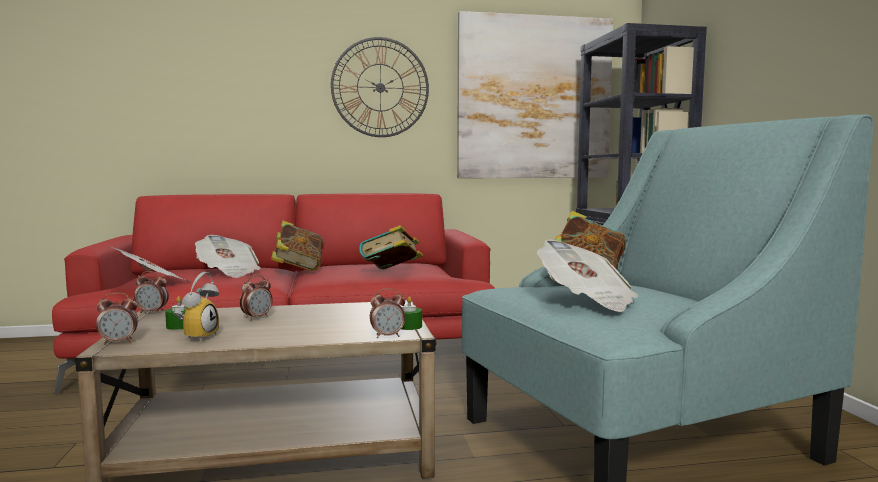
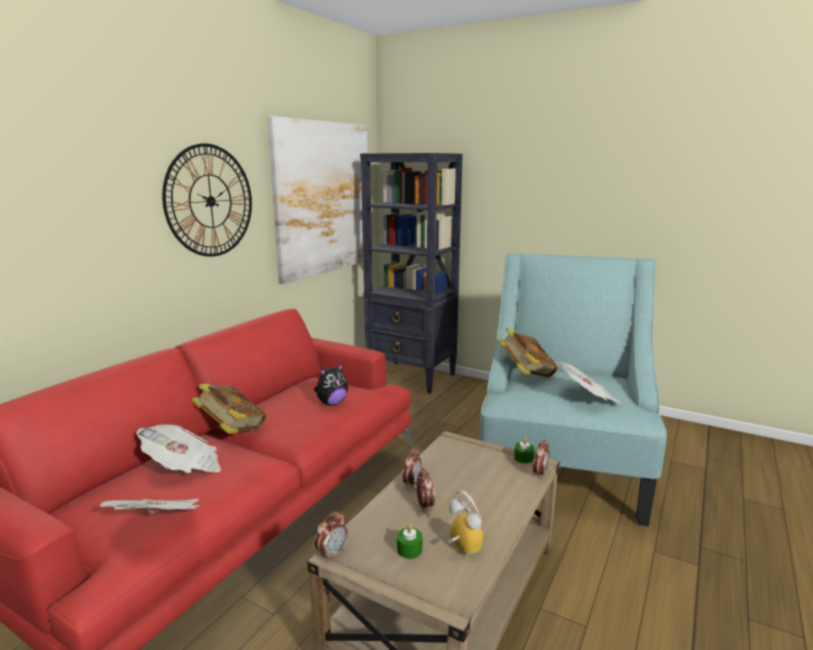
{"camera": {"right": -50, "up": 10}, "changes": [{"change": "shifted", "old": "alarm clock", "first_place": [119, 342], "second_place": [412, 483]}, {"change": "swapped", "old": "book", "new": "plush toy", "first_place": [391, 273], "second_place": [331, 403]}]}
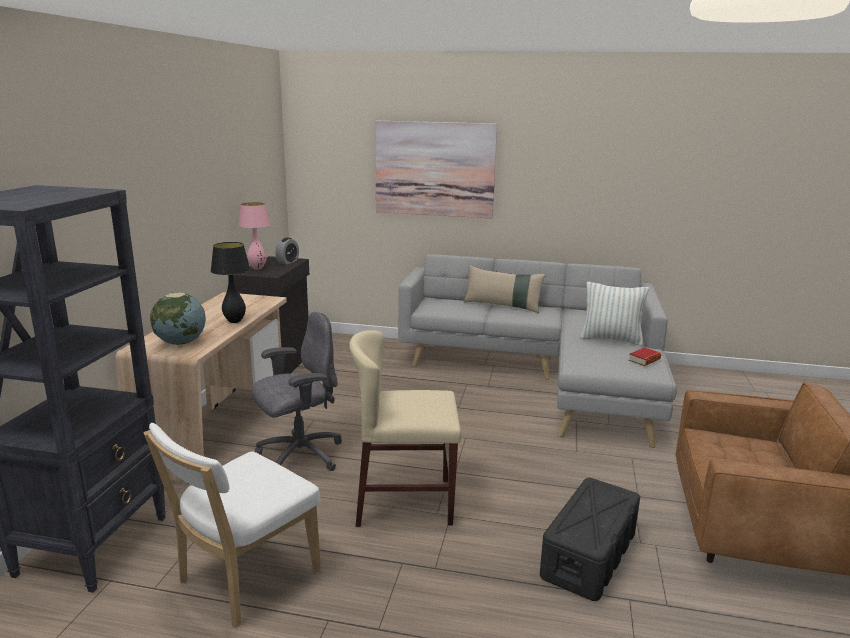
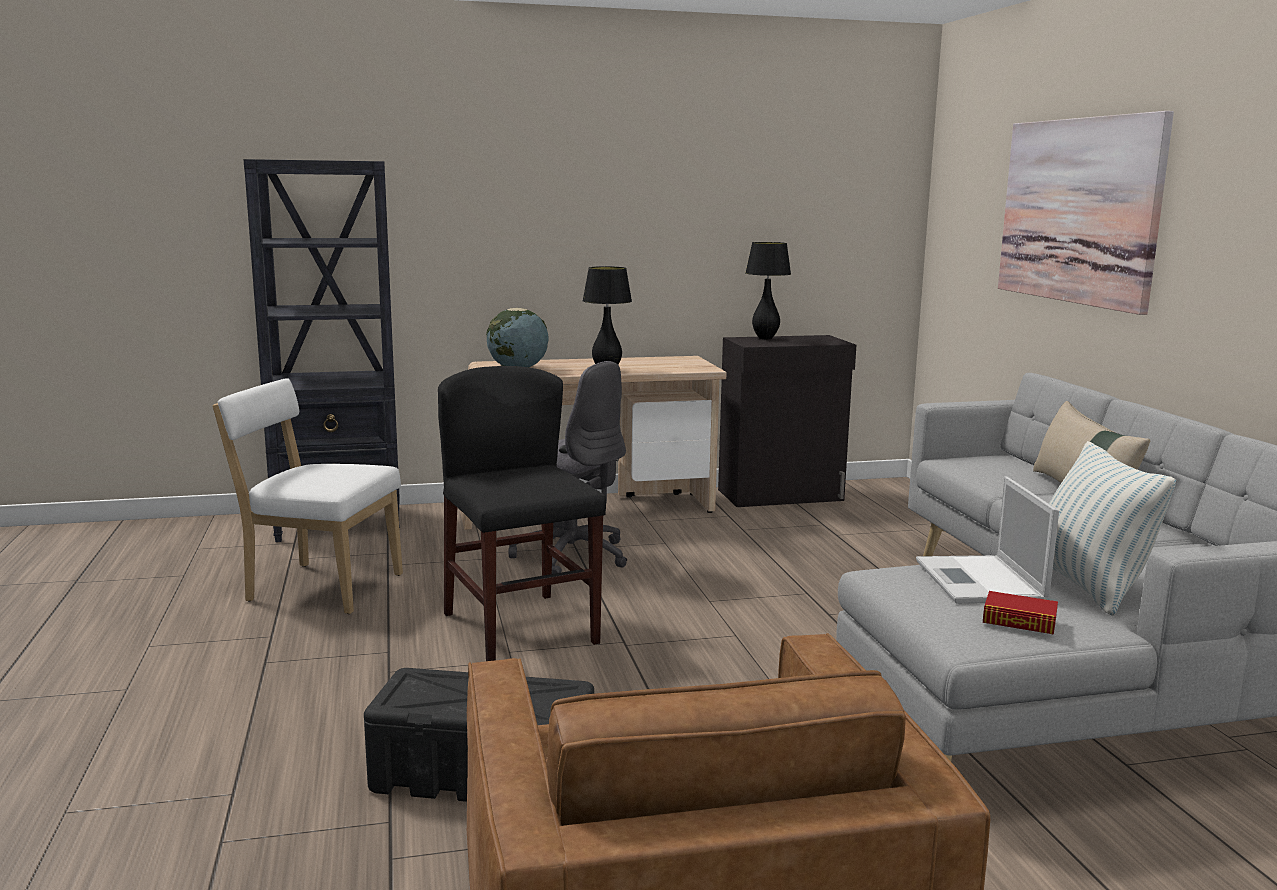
{"camera": {"right": 65, "up": -5}, "changes": [{"change": "repainted", "old": "pink table lamp", "new": "black table lamp", "first_place": [257, 268], "second_place": [765, 338]}, {"change": "gone", "old": "alarm clock", "first_place": [287, 262]}, {"change": "repainted", "old": "beige chair", "new": "black chair", "first_place": [404, 501], "second_place": [520, 628]}, {"change": "new", "new": "laptop", "second_place": [981, 581]}]}
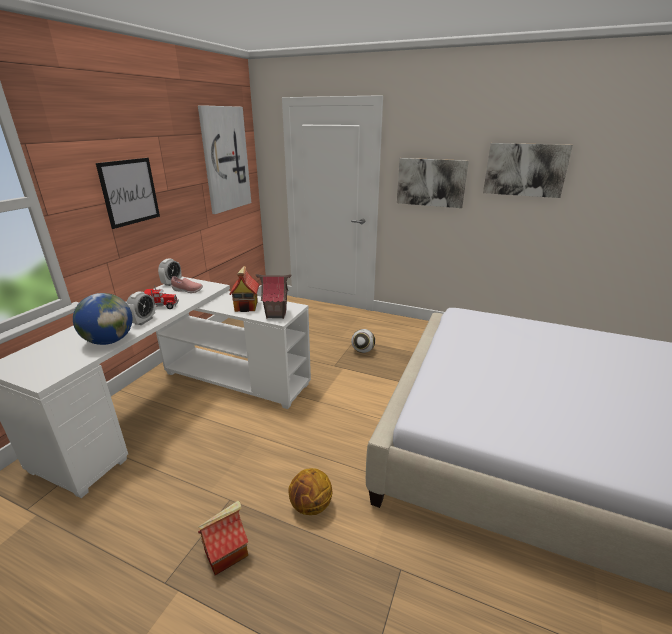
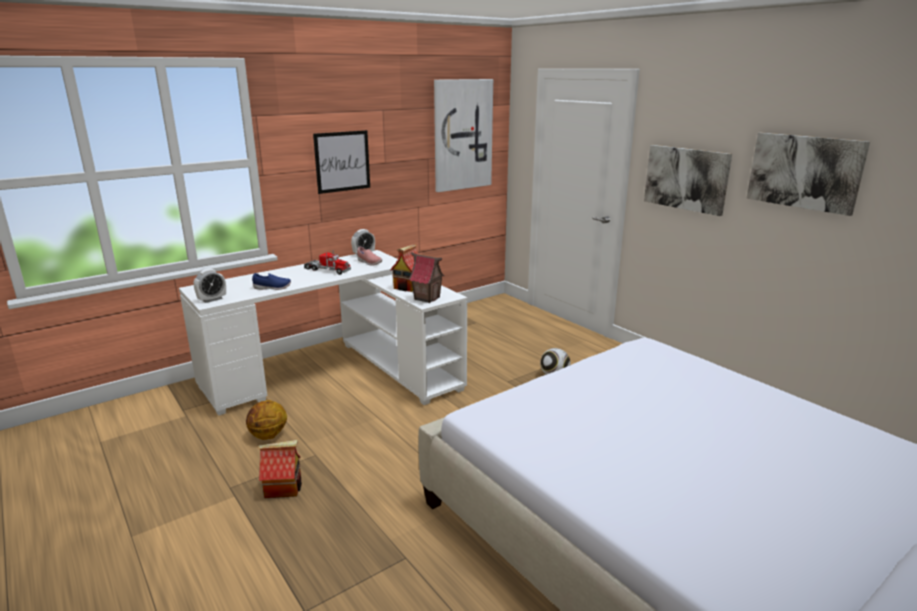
{"camera": {"right": 30, "up": -5}, "changes": [{"change": "swapped", "old": "globe", "new": "blue shoe", "first_place": [109, 341], "second_place": [272, 288]}, {"change": "shifted", "old": "alarm clock", "first_place": [143, 321], "second_place": [212, 299]}, {"change": "shifted", "old": "basketball", "first_place": [311, 506], "second_place": [268, 436]}]}
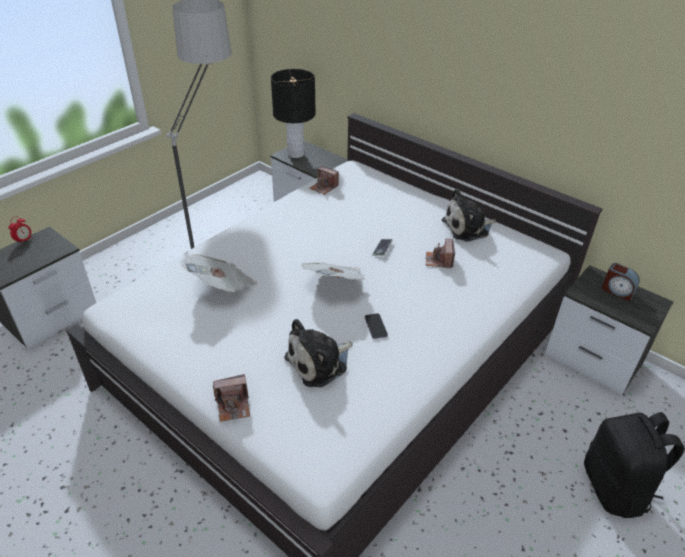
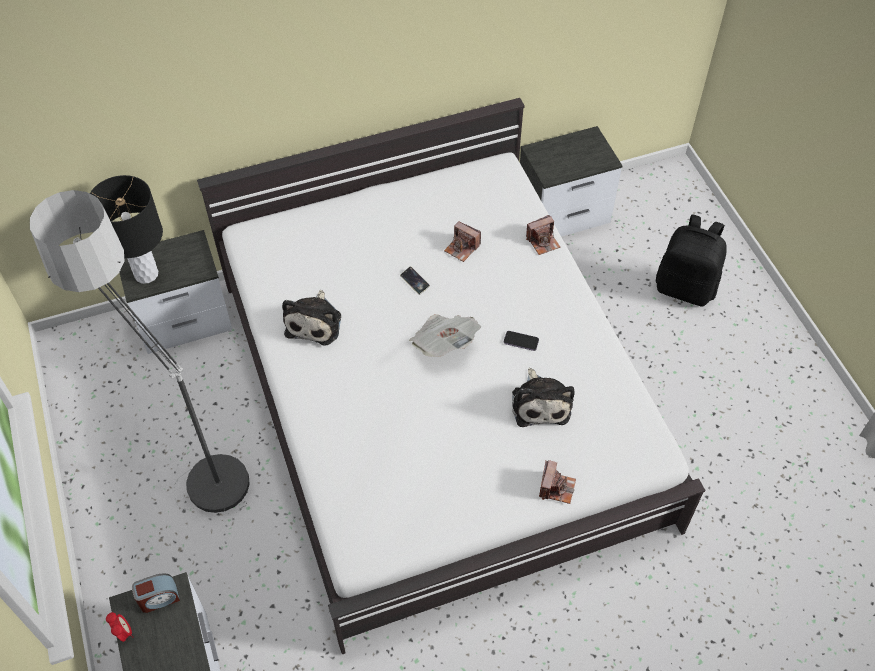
{"camera": {"right": -60, "up": 15}, "changes": [{"change": "gone", "old": "newspaper", "first_place": [222, 287]}, {"change": "shifted", "old": "photo camera", "first_place": [324, 187], "second_place": [543, 242]}, {"change": "shifted", "old": "plush toy", "first_place": [468, 228], "second_place": [315, 322]}, {"change": "shifted", "old": "alarm clock", "first_place": [617, 291], "second_place": [159, 598]}]}
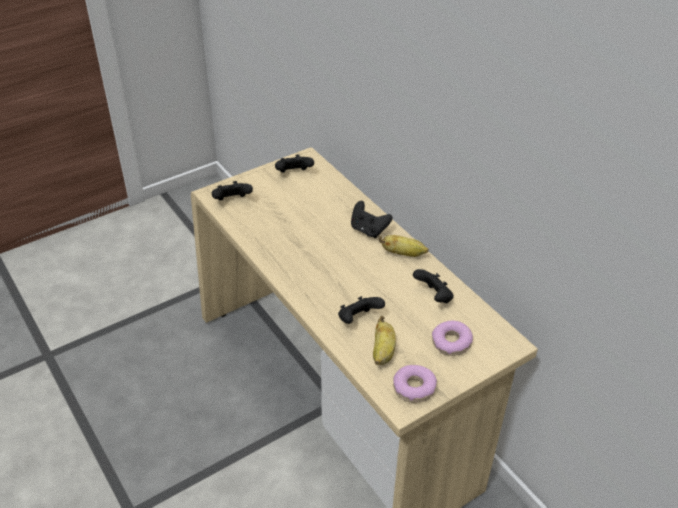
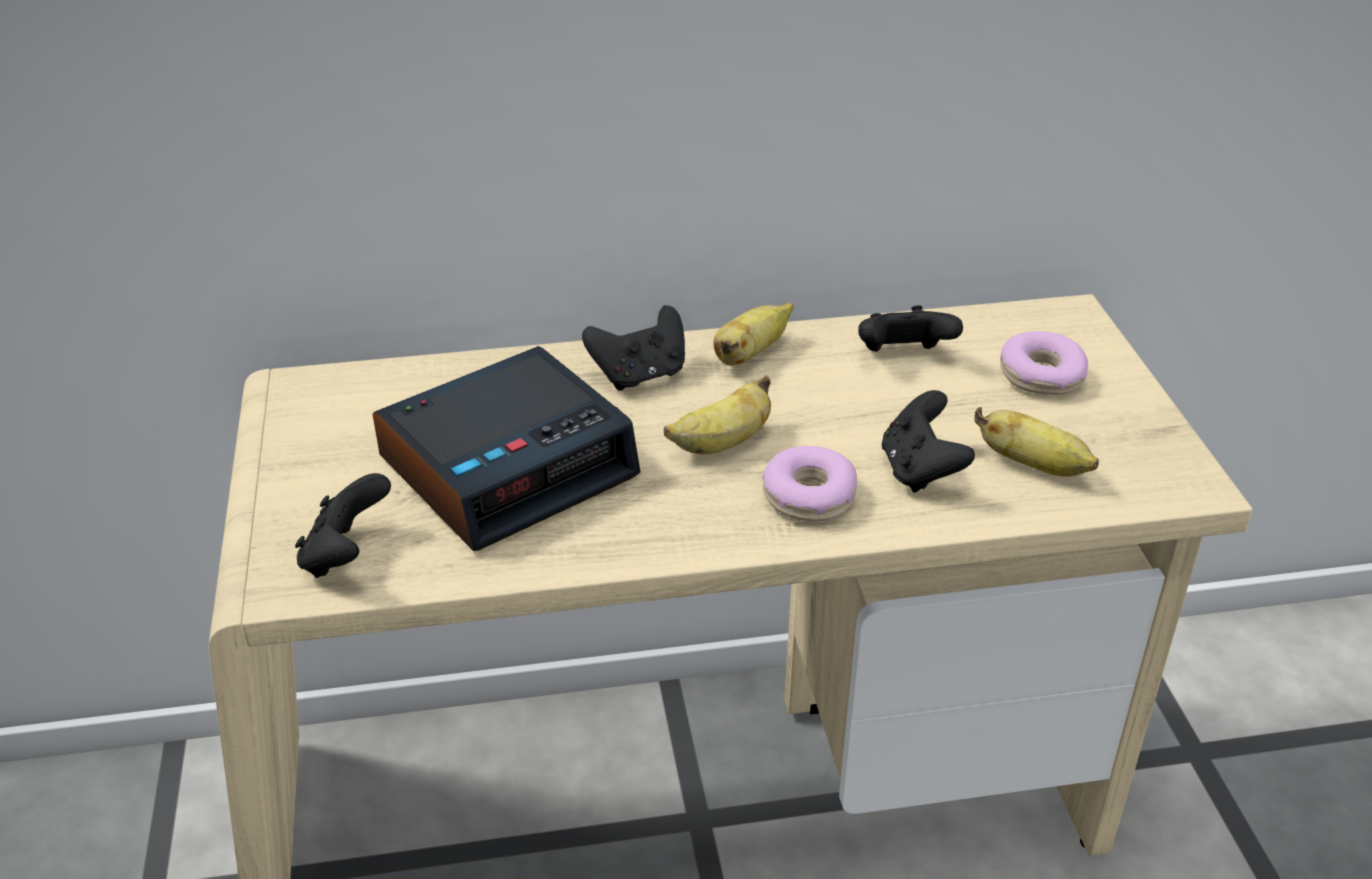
{"camera": {"right": -65, "up": -5}, "changes": [{"change": "gone", "old": "black game controller", "first_place": [294, 174]}, {"change": "shifted", "old": "donut", "first_place": [414, 388], "second_place": [809, 496]}, {"change": "new", "new": "alarm clock", "second_place": [509, 465]}, {"change": "new", "new": "banana", "second_place": [721, 443]}]}
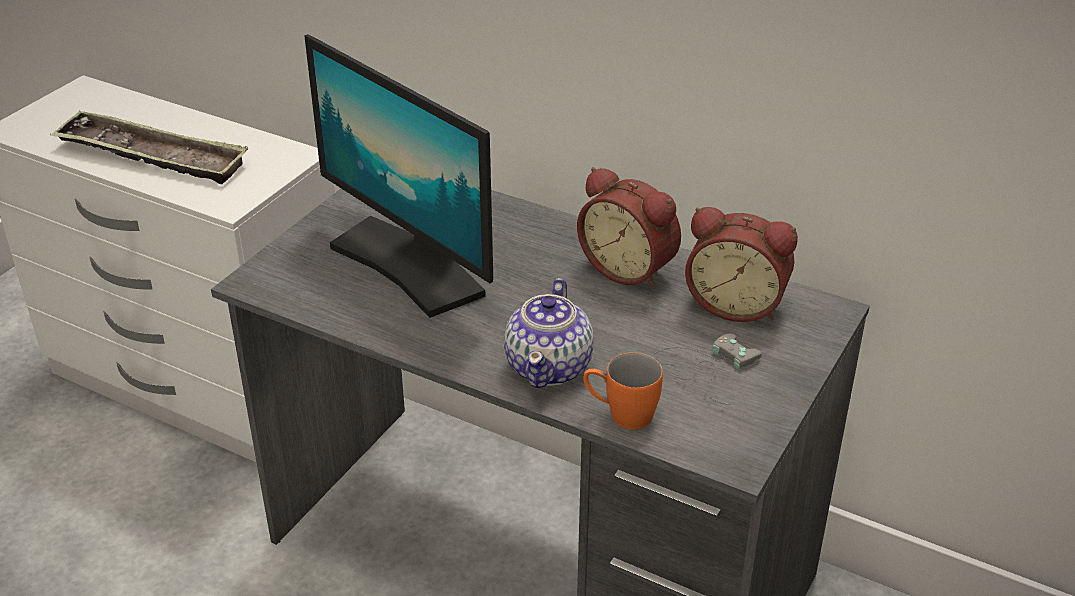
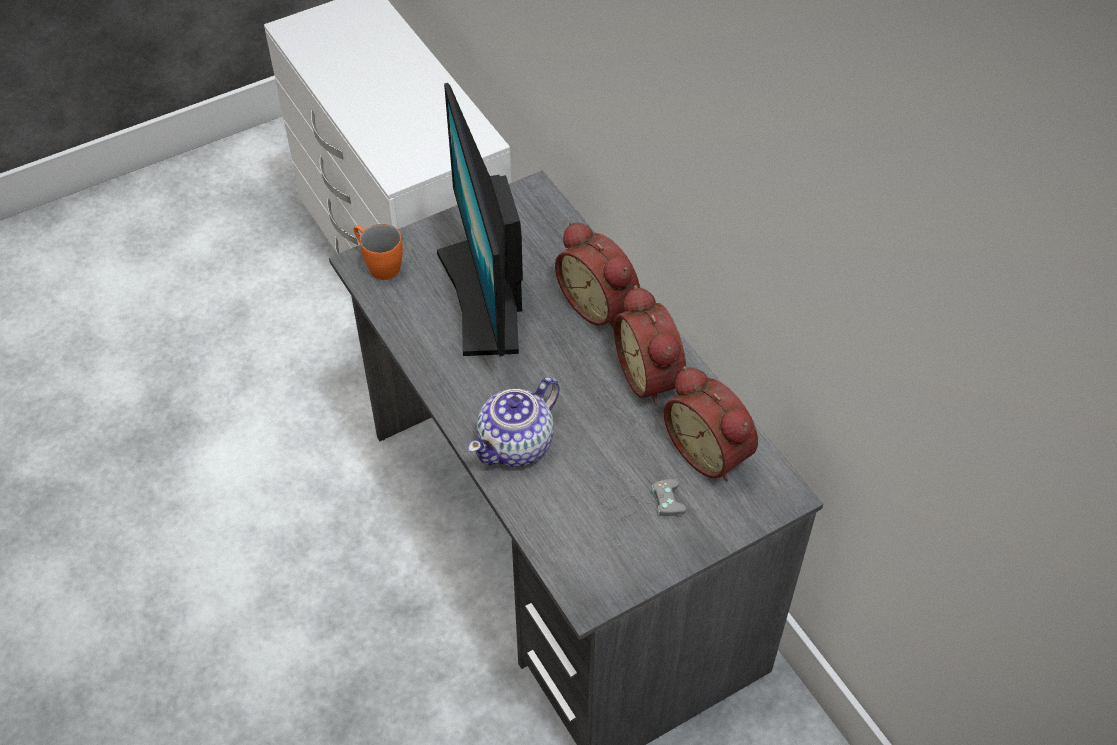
{"camera": {"right": 30, "up": 15}, "changes": [{"change": "gone", "old": "tray", "first_place": [152, 156]}, {"change": "shifted", "old": "orange mug", "first_place": [620, 414], "second_place": [379, 265]}, {"change": "new", "new": "alarm clock", "second_place": [600, 304]}]}
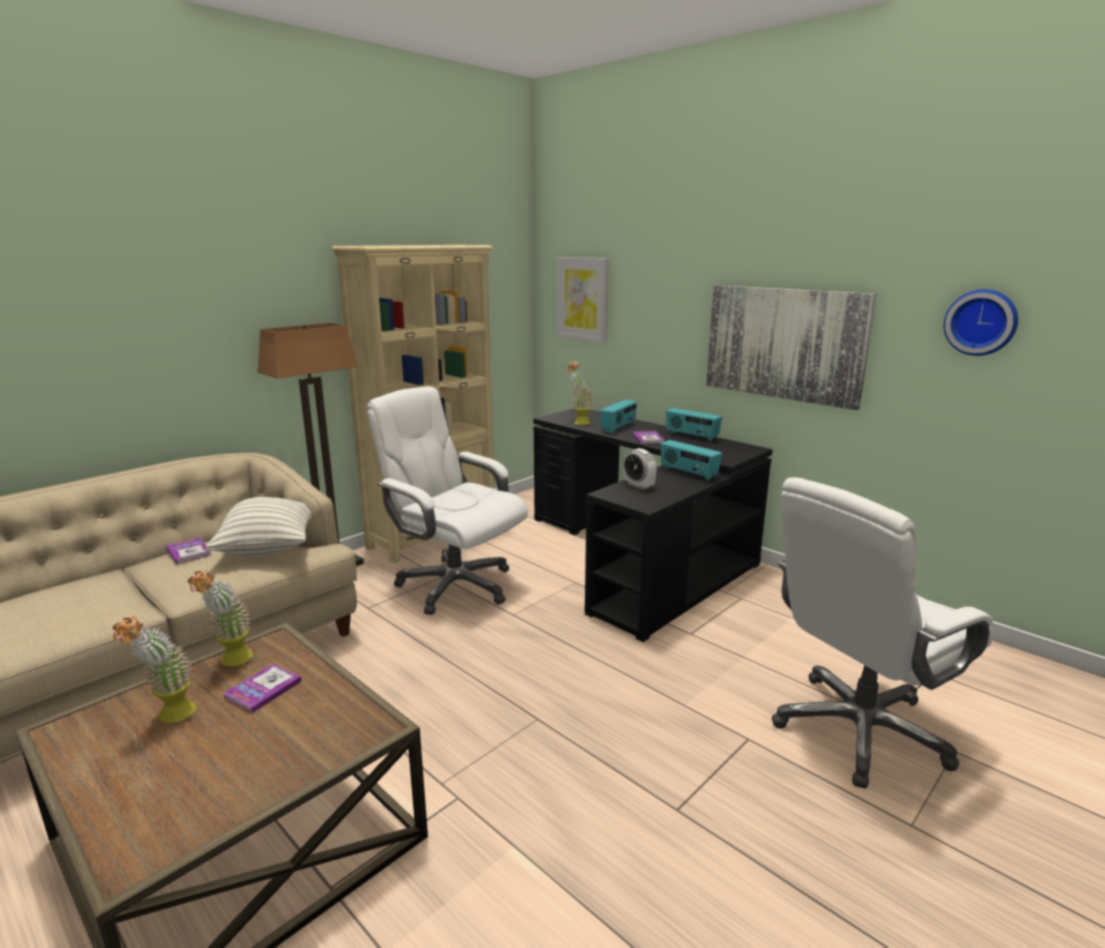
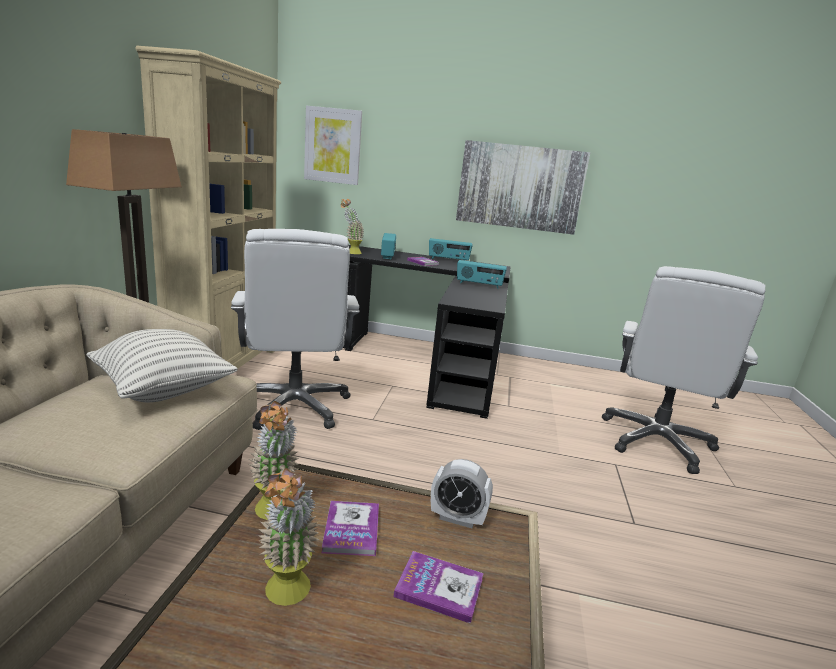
{"camera": {"right": -35, "up": 0}, "changes": [{"change": "shifted", "old": "book", "first_place": [188, 552], "second_place": [439, 587]}, {"change": "rotated", "old": "white office chair", "first_place": [454, 585], "second_place": [295, 406], "degrees": -105}, {"change": "shifted", "old": "alarm clock", "first_place": [638, 486], "second_place": [457, 518]}, {"change": "gone", "old": "wall clock", "first_place": [981, 322]}]}
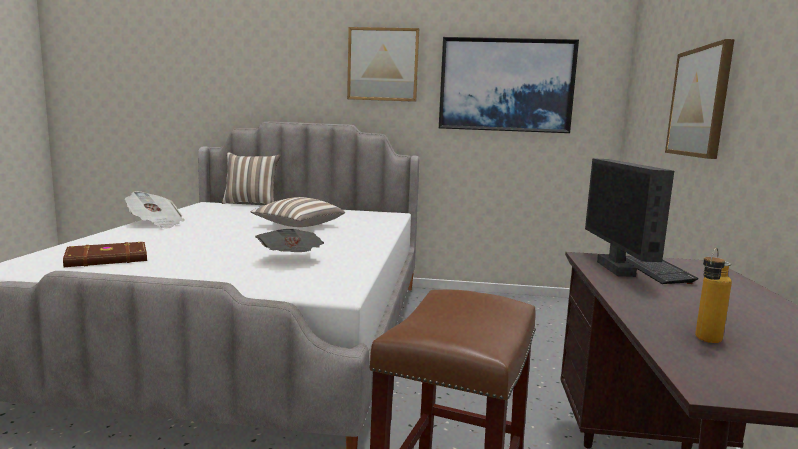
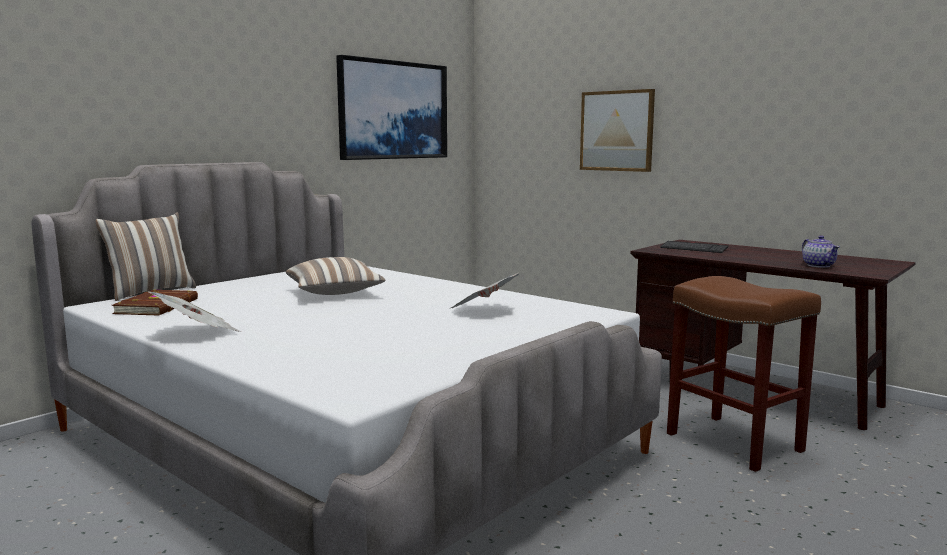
{"camera": {"right": -55, "up": 0}, "changes": [{"change": "shifted", "old": "brown book", "first_place": [107, 259], "second_place": [158, 306]}, {"change": "gone", "old": "picture", "first_place": [383, 64]}, {"change": "gone", "old": "monitor", "first_place": [617, 269]}, {"change": "swapped", "old": "bottle", "new": "teapot", "first_place": [705, 341], "second_place": [818, 265]}]}
